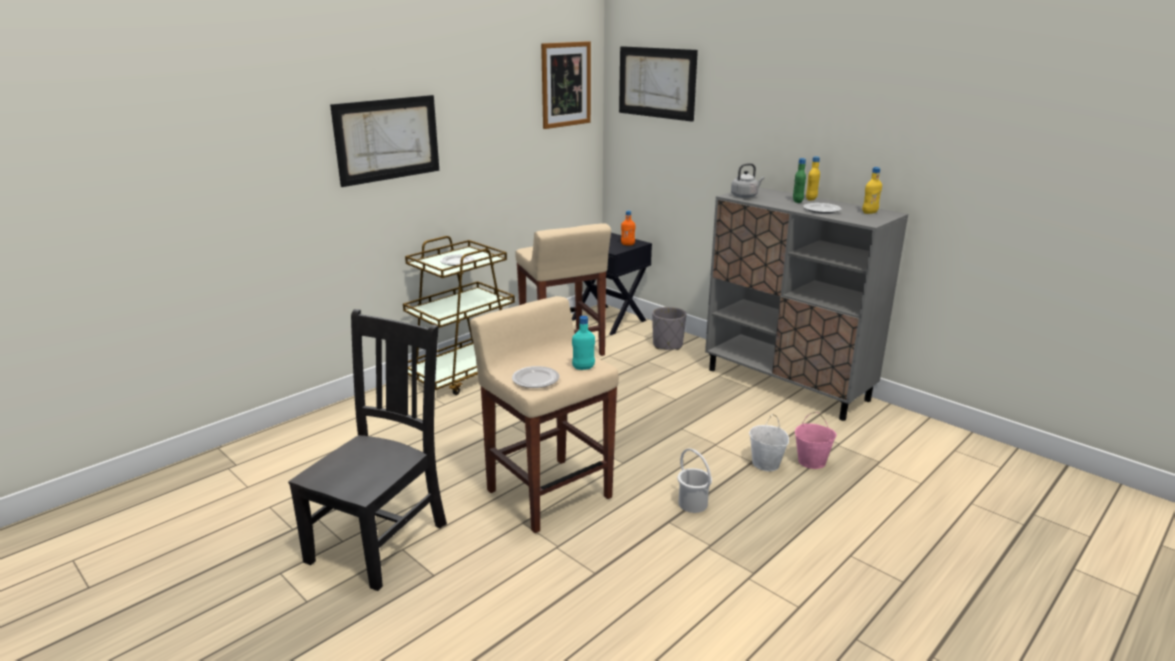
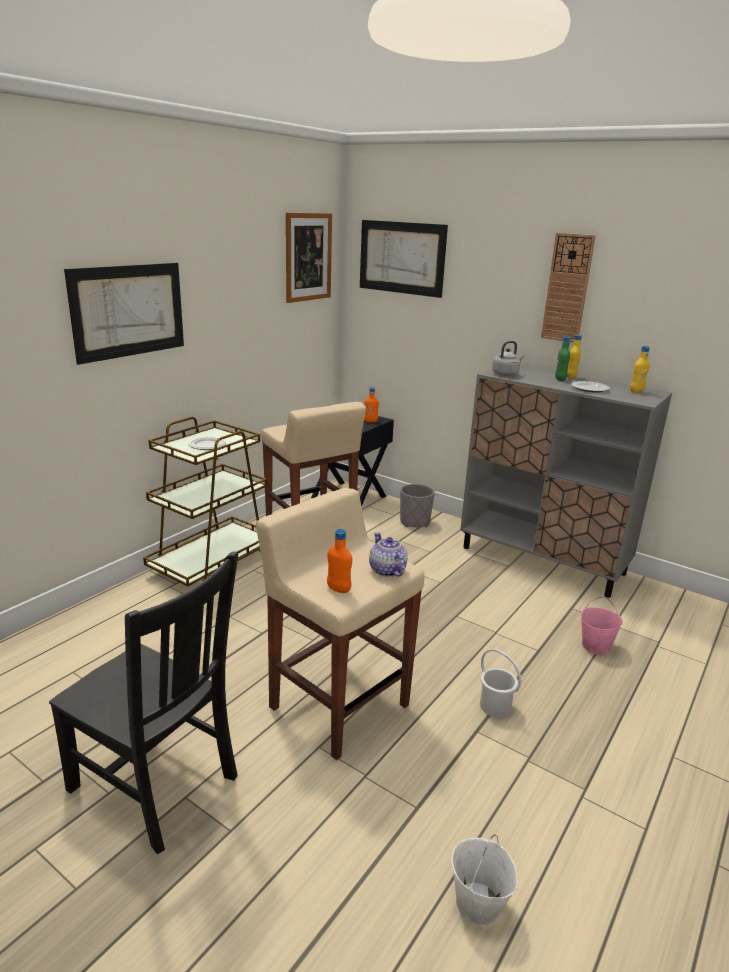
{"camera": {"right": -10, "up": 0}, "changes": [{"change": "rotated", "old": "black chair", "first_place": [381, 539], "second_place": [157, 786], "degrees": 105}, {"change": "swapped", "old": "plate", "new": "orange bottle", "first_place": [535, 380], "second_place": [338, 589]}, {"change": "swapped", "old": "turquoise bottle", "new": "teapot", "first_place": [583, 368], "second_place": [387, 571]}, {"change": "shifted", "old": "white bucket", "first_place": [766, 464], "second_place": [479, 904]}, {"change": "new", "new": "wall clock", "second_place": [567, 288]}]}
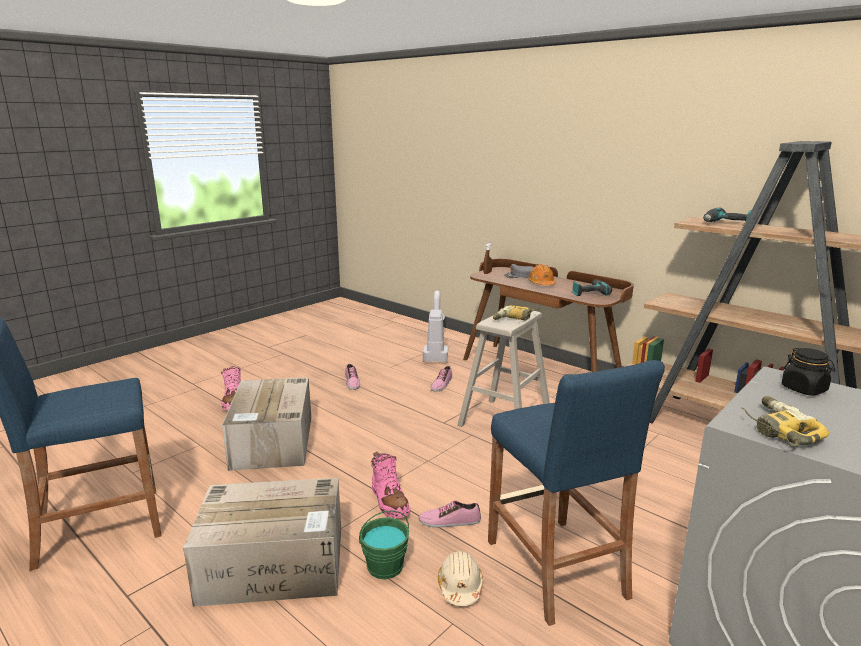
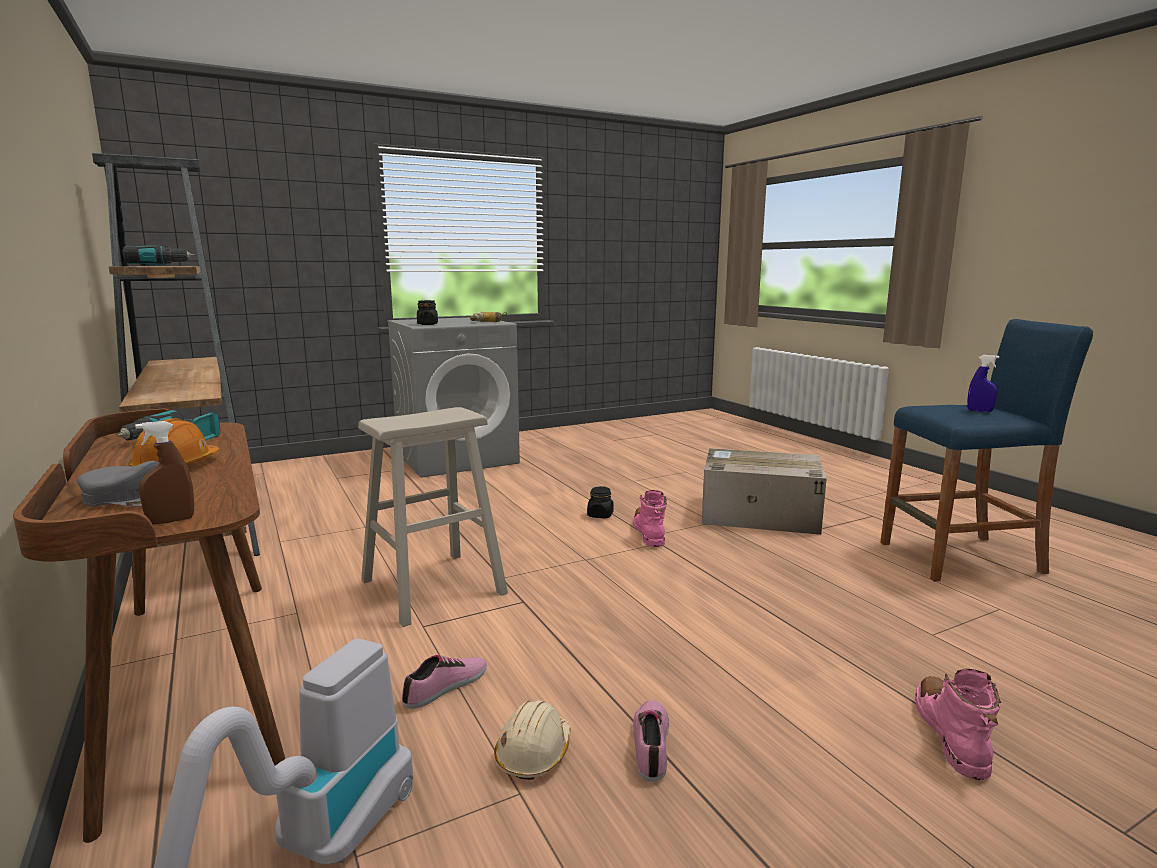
{"camera": {"right": -160, "up": -5}, "changes": [{"change": "gone", "old": "cardboard box", "first_place": [273, 442]}, {"change": "gone", "old": "green bucket", "first_place": [385, 567]}, {"change": "swapped", "old": "shoe", "new": "black jar", "first_place": [449, 521], "second_place": [600, 515]}, {"change": "shifted", "old": "beige hard hat", "first_place": [460, 586], "second_place": [534, 753]}, {"change": "gone", "old": "blue stool", "first_place": [555, 568]}, {"change": "gone", "old": "power drill", "first_place": [515, 318]}, {"change": "new", "new": "blue spray bottle", "second_place": [980, 411]}]}
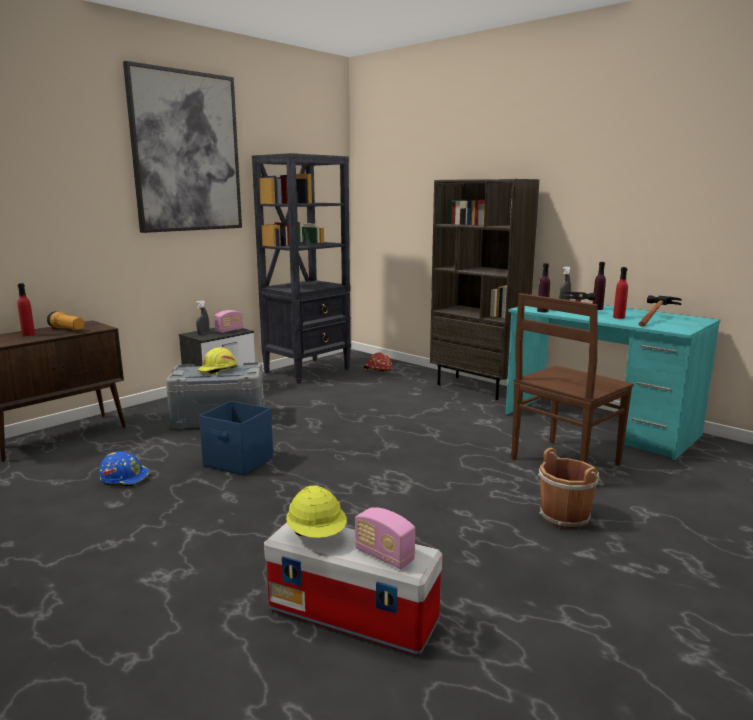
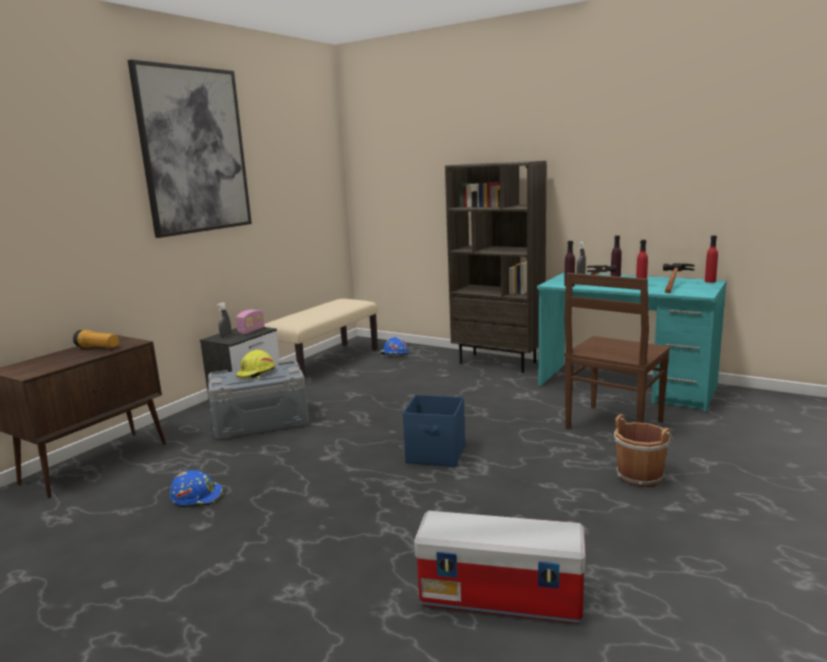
{"camera": {"right": -10, "up": 0}, "changes": [{"change": "shifted", "old": "red bottle", "first_place": [28, 334], "second_place": [710, 281]}, {"change": "shifted", "old": "blue storage box", "first_place": [239, 462], "second_place": [436, 454]}, {"change": "swapped", "old": "black bookcase", "new": "beige bench", "first_place": [308, 371], "second_place": [325, 363]}, {"change": "gone", "old": "yellow hard hat", "first_place": [317, 535]}, {"change": "gone", "old": "radio", "first_place": [384, 555]}, {"change": "repainted", "old": "red hard hat", "new": "blue hard hat", "first_place": [377, 369], "second_place": [394, 354]}]}
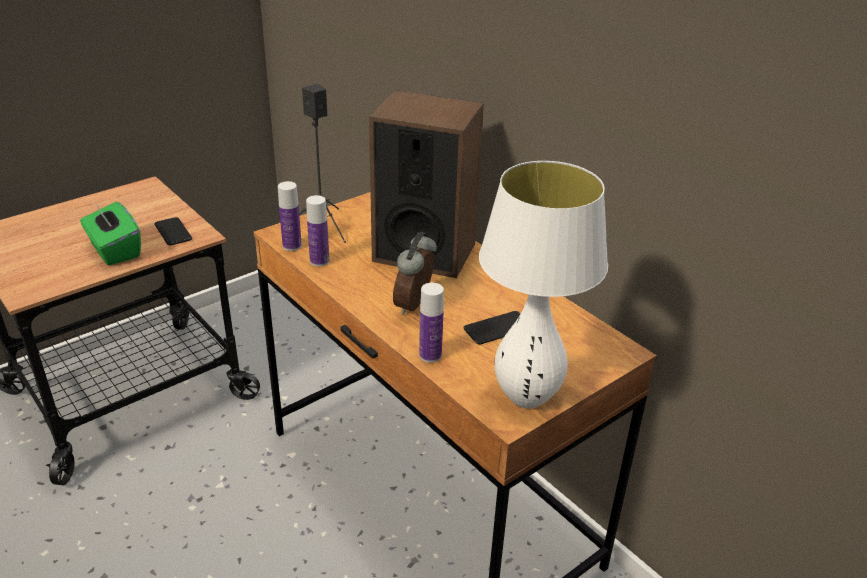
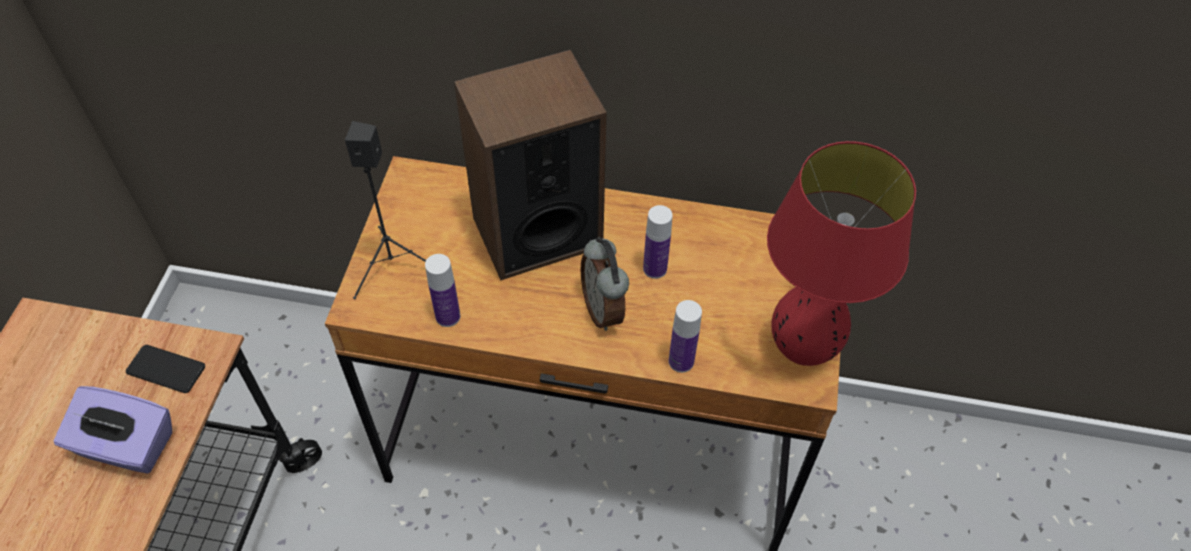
{"camera": {"right": -40, "up": 20}, "changes": [{"change": "repainted", "old": "green tissue box", "new": "purple tissue box", "first_place": [114, 250], "second_place": [126, 446]}, {"change": "shifted", "old": "bottle", "first_place": [292, 246], "second_place": [655, 269]}, {"change": "gone", "old": "phone", "first_place": [497, 328]}, {"change": "repainted", "old": "white table lamp", "new": "red table lamp", "first_place": [526, 398], "second_place": [802, 350]}]}
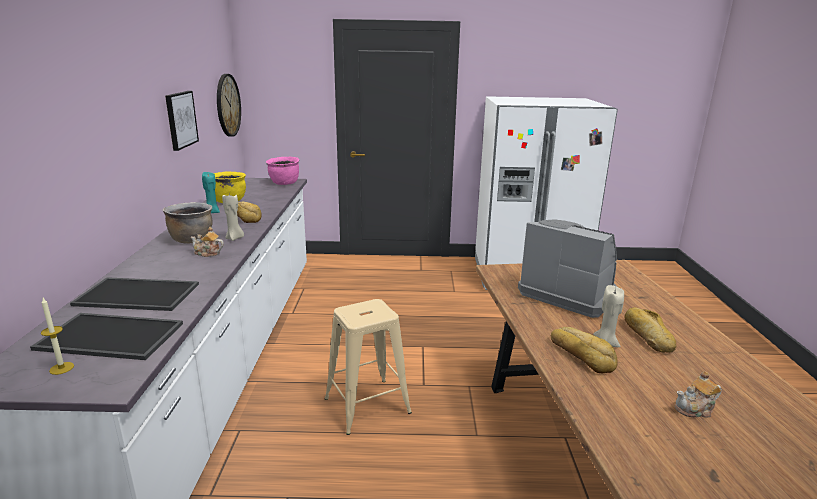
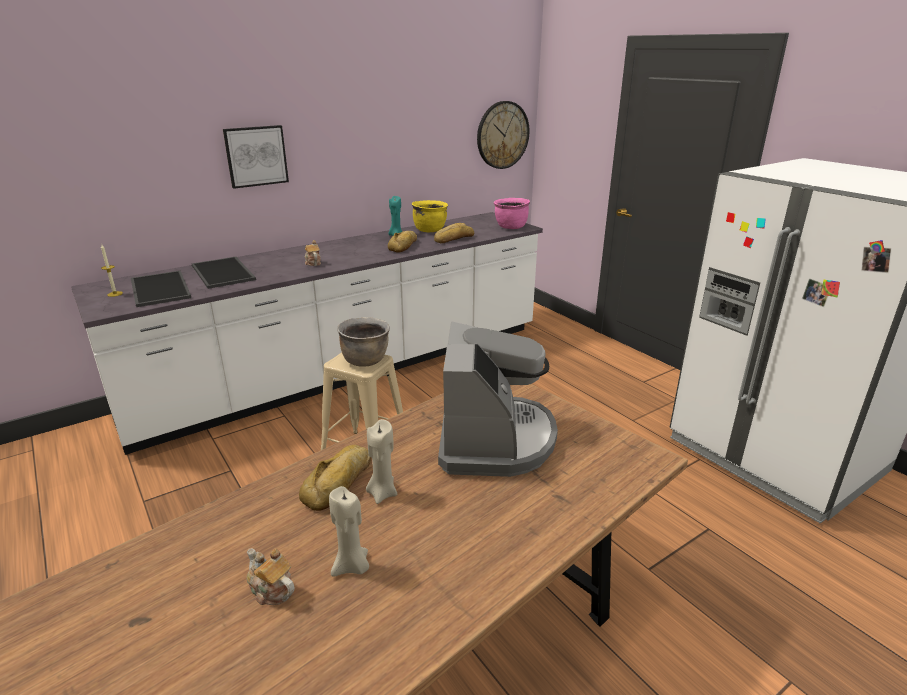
{"camera": {"right": 55, "up": 5}, "changes": [{"change": "shifted", "old": "brown cooking pot", "first_place": [191, 239], "second_place": [365, 360]}, {"change": "shifted", "old": "picture", "first_place": [180, 119], "second_place": [256, 156]}, {"change": "shifted", "old": "beige candle", "first_place": [235, 238], "second_place": [352, 567]}, {"change": "shifted", "old": "bread", "first_place": [647, 335], "second_place": [453, 238]}]}
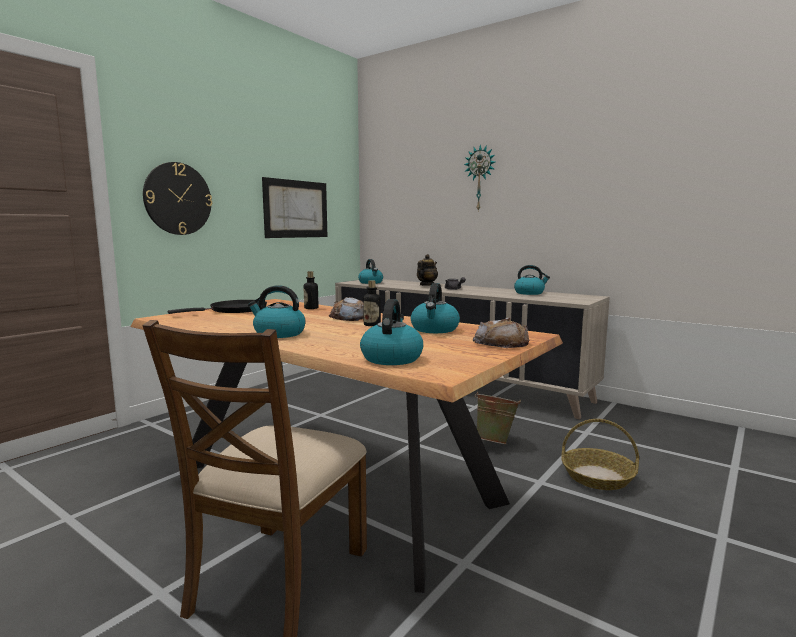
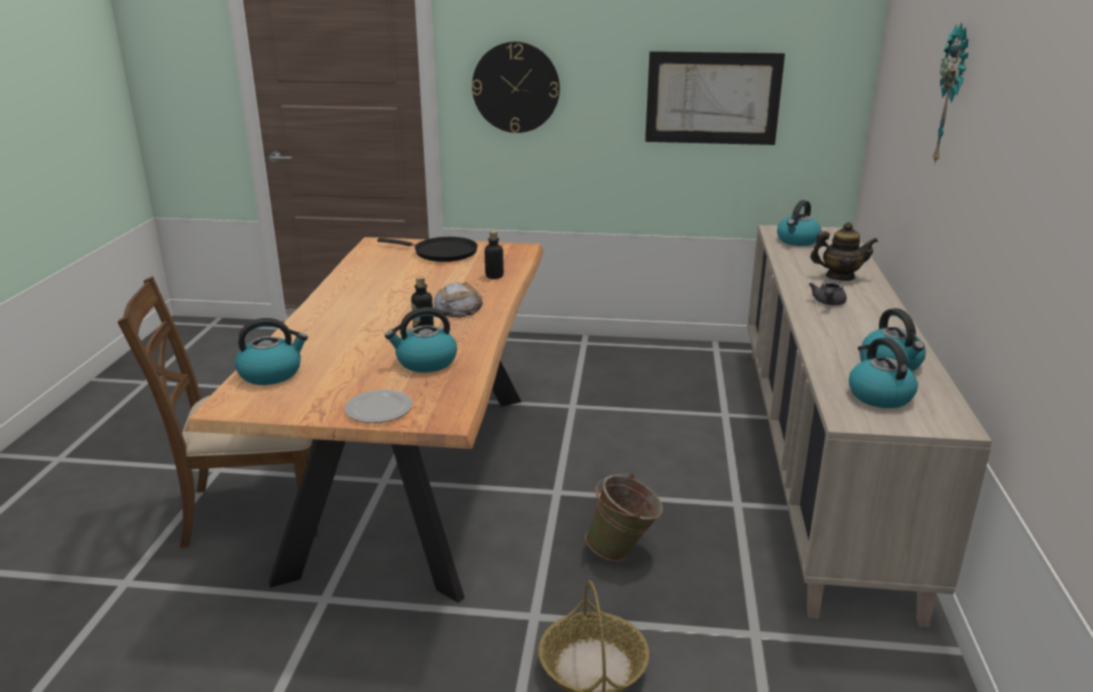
{"camera": {"right": 60, "up": 15}, "changes": [{"change": "shifted", "old": "kettle", "first_place": [278, 334], "second_place": [878, 395]}, {"change": "swapped", "old": "bread", "new": "plate", "first_place": [501, 343], "second_place": [380, 409]}]}
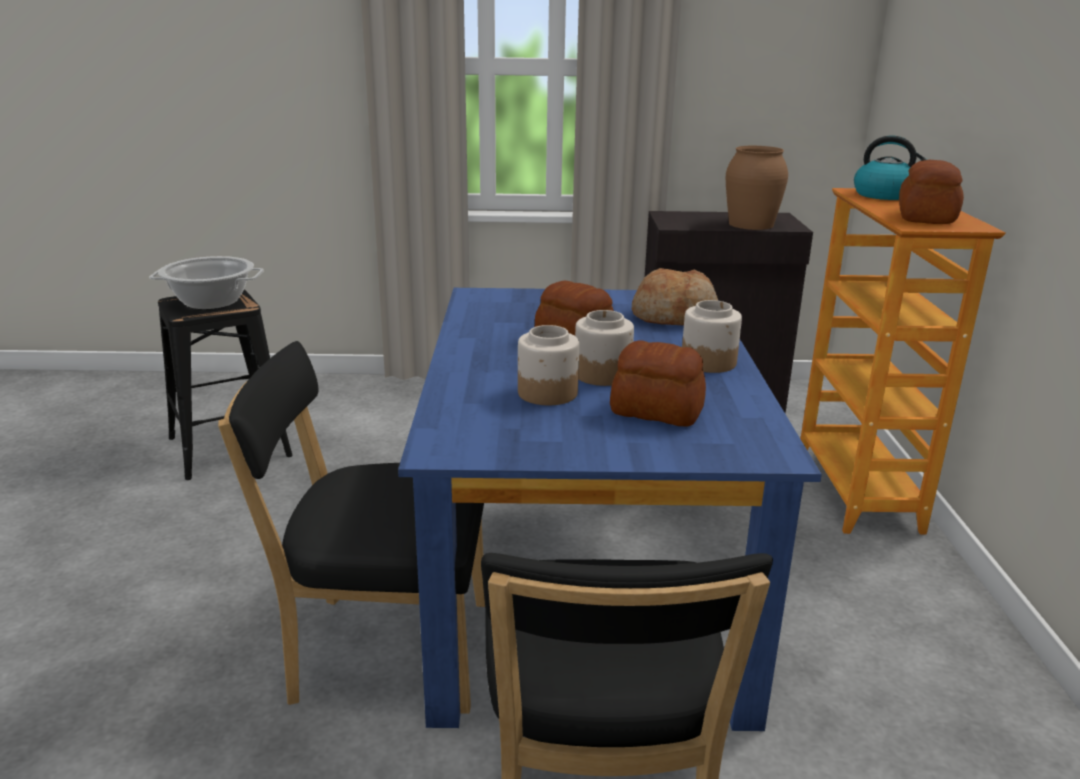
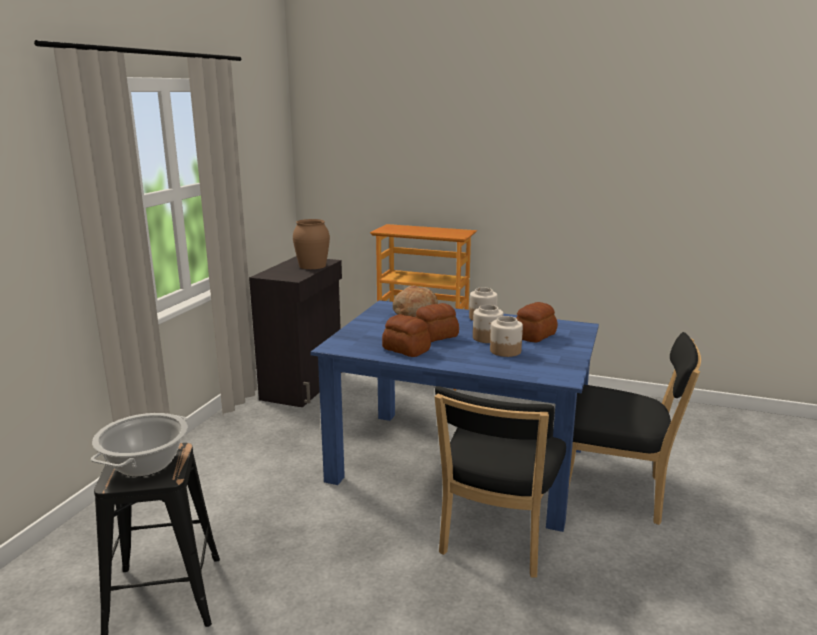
{"camera": {"right": -70, "up": -5}, "changes": [{"change": "gone", "old": "kettle", "first_place": [885, 195]}, {"change": "shifted", "old": "bread", "first_place": [925, 217], "second_place": [406, 350]}]}
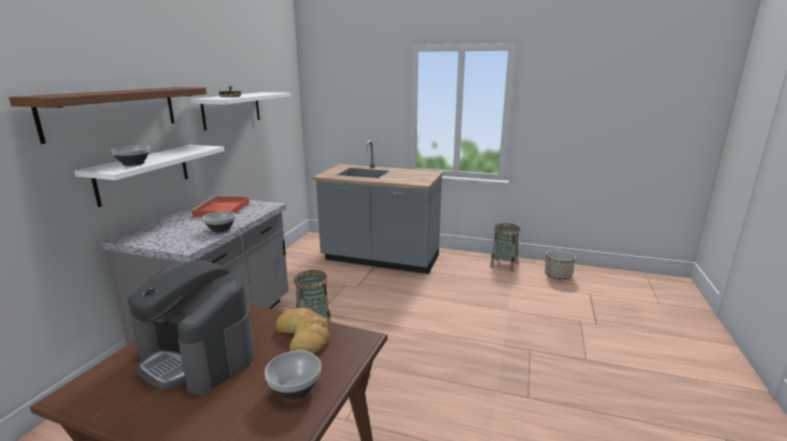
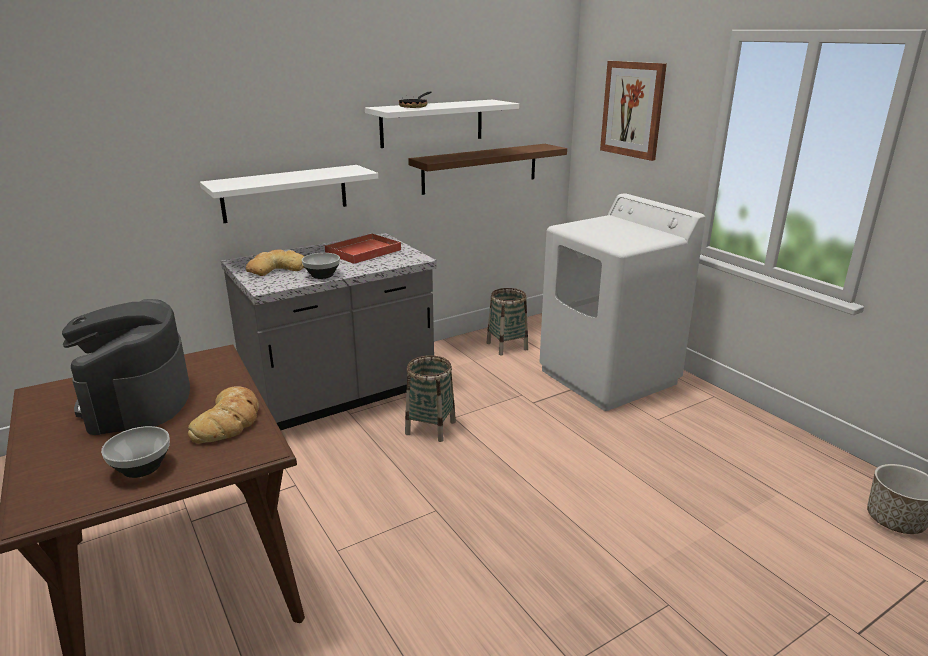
{"camera": {"right": 40, "up": 5}, "changes": [{"change": "shifted", "old": "brown shelf", "first_place": [113, 111], "second_place": [480, 168]}, {"change": "gone", "old": "bowl", "first_place": [134, 164]}, {"change": "swapped", "old": "grey counter", "new": "white washing machine", "first_place": [380, 259], "second_place": [608, 377]}, {"change": "shifted", "old": "basket", "first_place": [504, 265], "second_place": [507, 346]}, {"change": "new", "new": "bread", "second_place": [276, 269]}, {"change": "new", "new": "picture", "second_place": [632, 109]}]}
